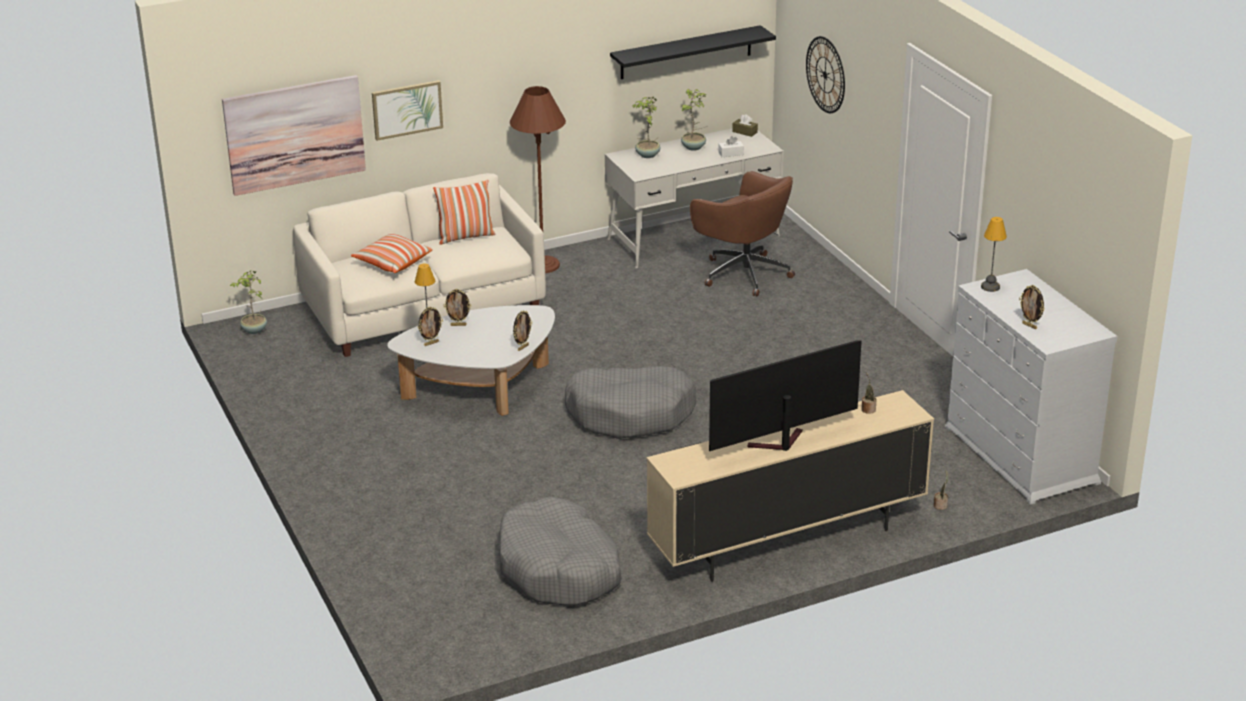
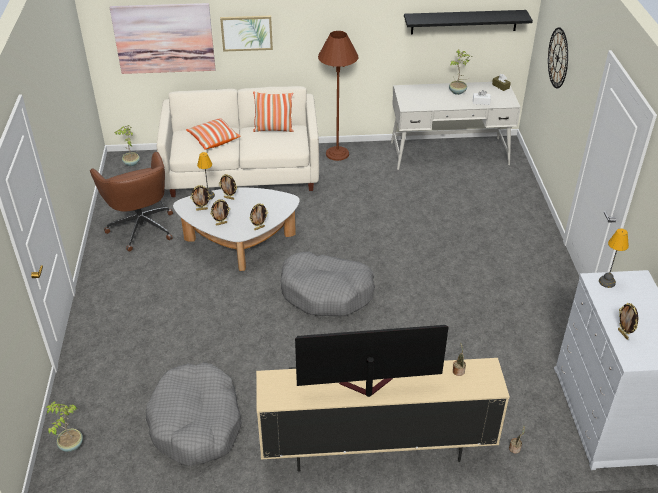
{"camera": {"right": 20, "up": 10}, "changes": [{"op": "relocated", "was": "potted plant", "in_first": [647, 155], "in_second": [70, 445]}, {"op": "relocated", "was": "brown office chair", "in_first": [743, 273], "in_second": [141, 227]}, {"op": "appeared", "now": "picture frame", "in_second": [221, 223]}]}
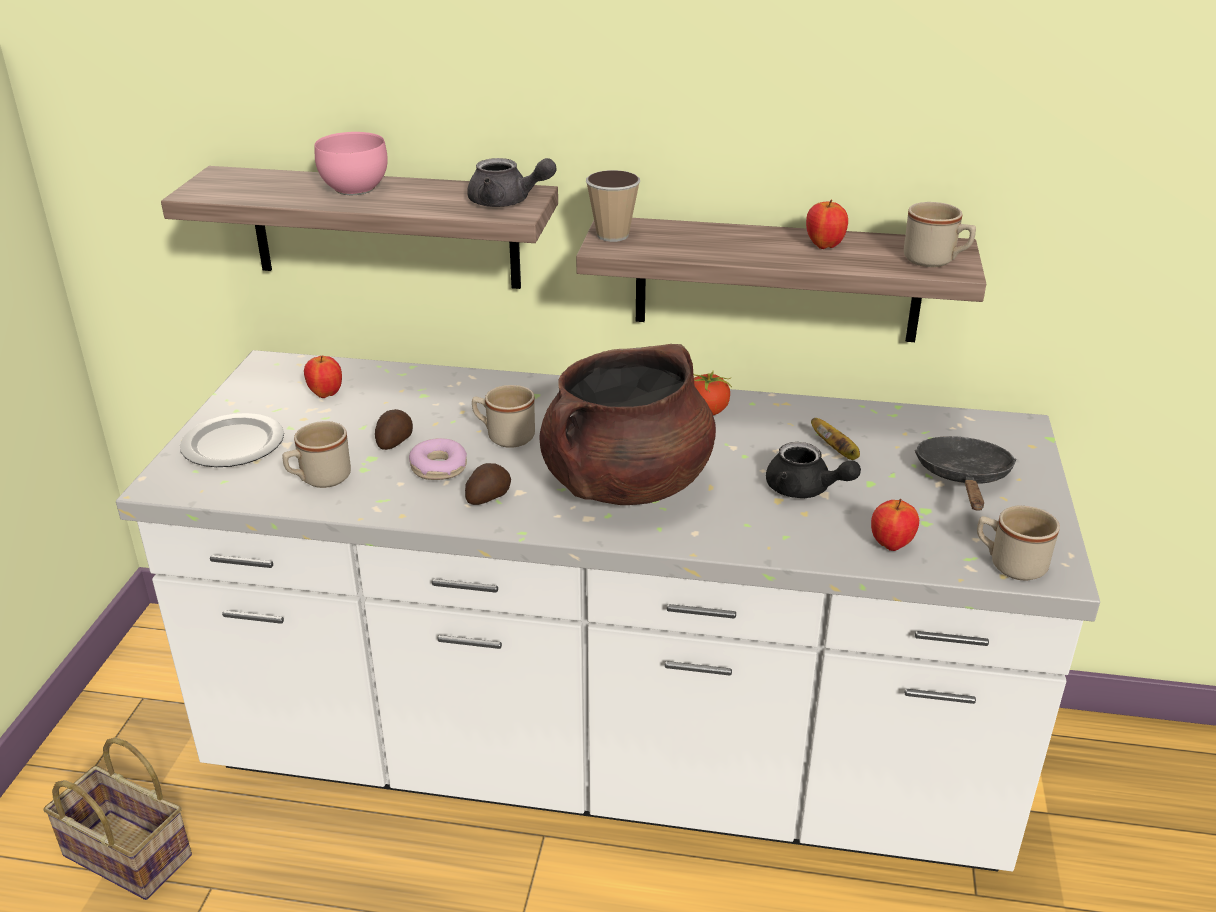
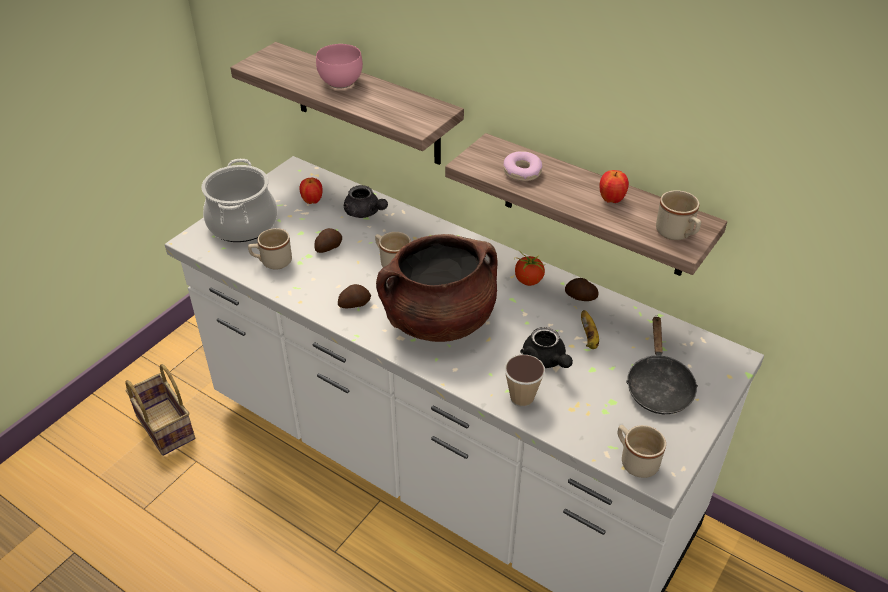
{"camera": {"right": 25, "up": 10}, "changes": [{"op": "exchanged", "was": "plate", "now": "cooking pot", "in_first": [235, 445], "in_second": [243, 224]}, {"op": "relocated", "was": "donut", "in_first": [438, 468], "in_second": [522, 172]}, {"op": "relocated", "was": "grey teapot", "in_first": [507, 202], "in_second": [365, 213]}, {"op": "relocated", "was": "cup", "in_first": [612, 235], "in_second": [522, 398]}, {"op": "missing", "was": "apple", "in_first": [891, 545]}, {"op": "spun", "was": "black frying pan", "in_first": [963, 478], "in_second": [658, 386], "clockwise": 150}, {"op": "appeared", "now": "potato", "in_second": [580, 297]}]}
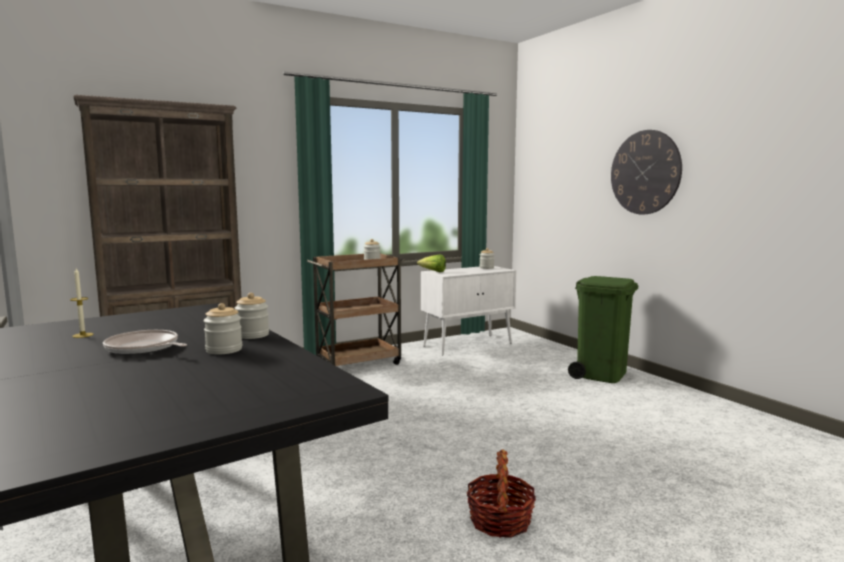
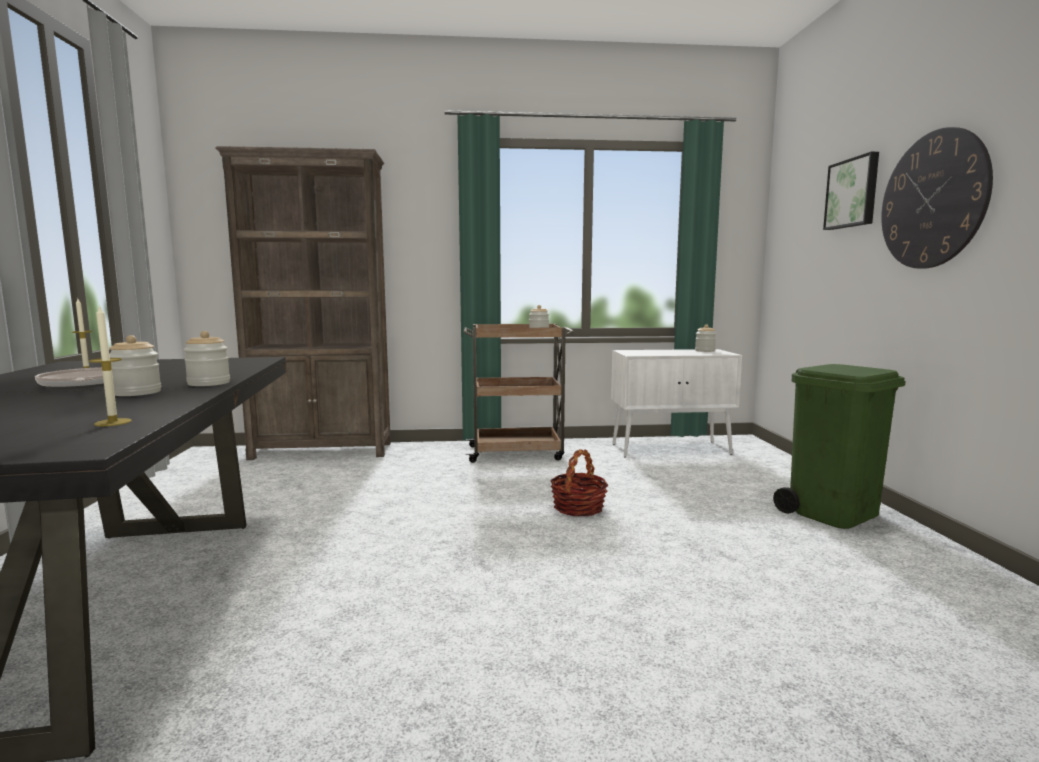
{"camera": {"right": 25, "up": 0}, "changes": [{"op": "missing", "was": "lettuce", "in_first": [433, 272]}, {"op": "relocated", "was": "basket", "in_first": [500, 521], "in_second": [578, 508]}, {"op": "appeared", "now": "candle", "in_second": [113, 422]}, {"op": "appeared", "now": "picture", "in_second": [853, 193]}]}
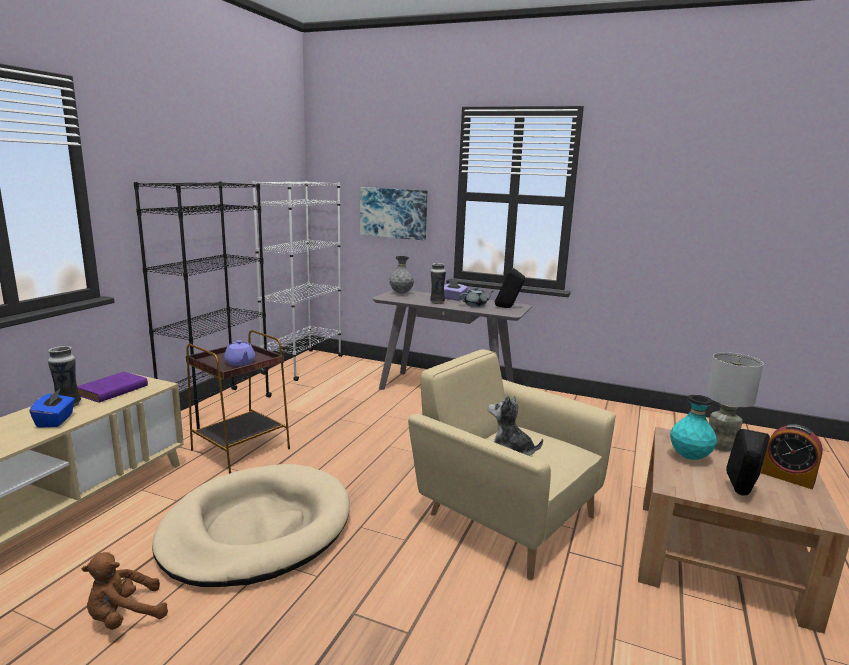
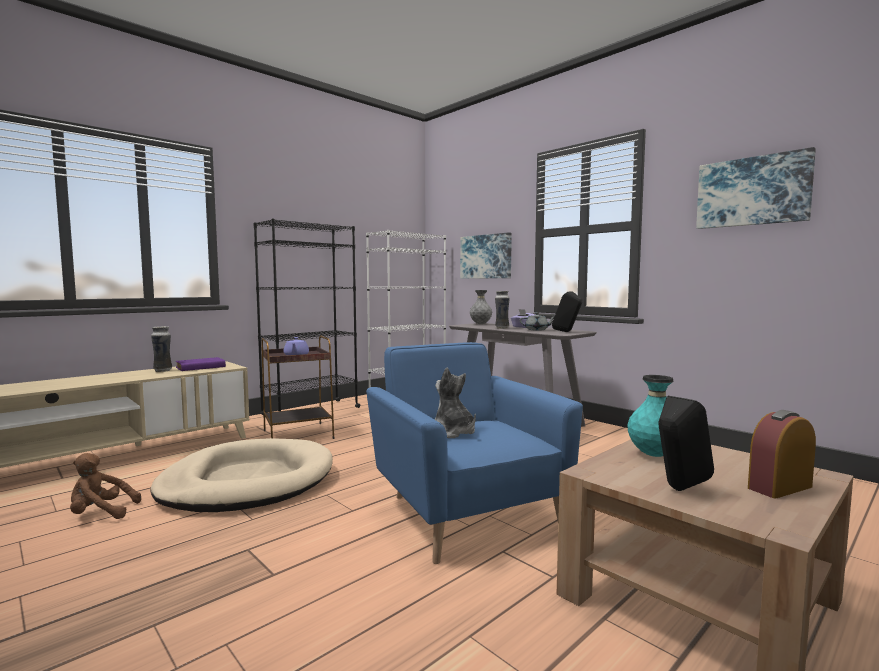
{"camera": {"right": 25, "up": -10}, "changes": [{"op": "missing", "was": "blue tissue box", "in_first": [55, 420]}, {"op": "colour", "was": "beige armchair", "now": "blue armchair", "in_first": [504, 516], "in_second": [466, 511]}, {"op": "missing", "was": "grey table lamp", "in_first": [720, 446]}, {"op": "spun", "was": "alarm clock", "in_first": [787, 477], "in_second": [780, 487], "clockwise": 90}, {"op": "appeared", "now": "picture", "in_second": [752, 191]}]}
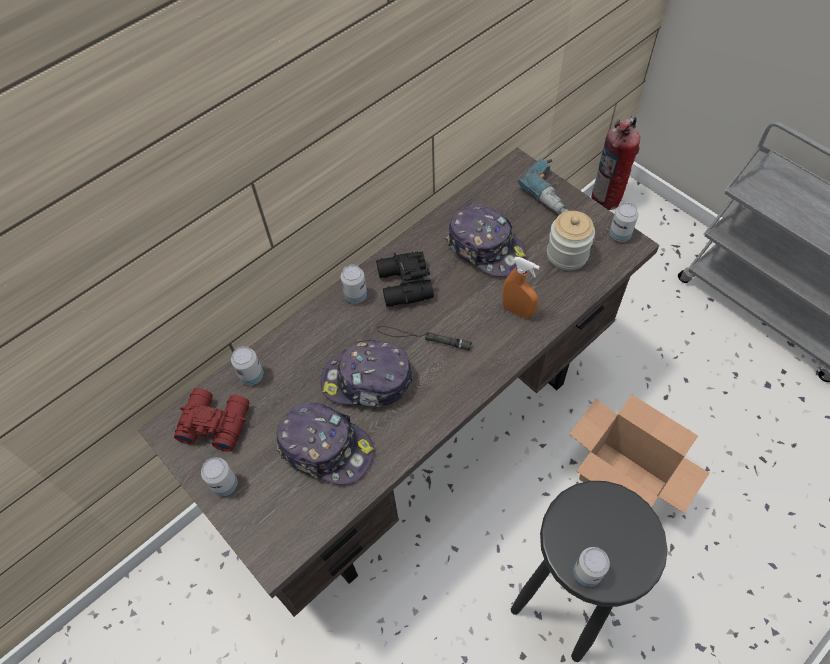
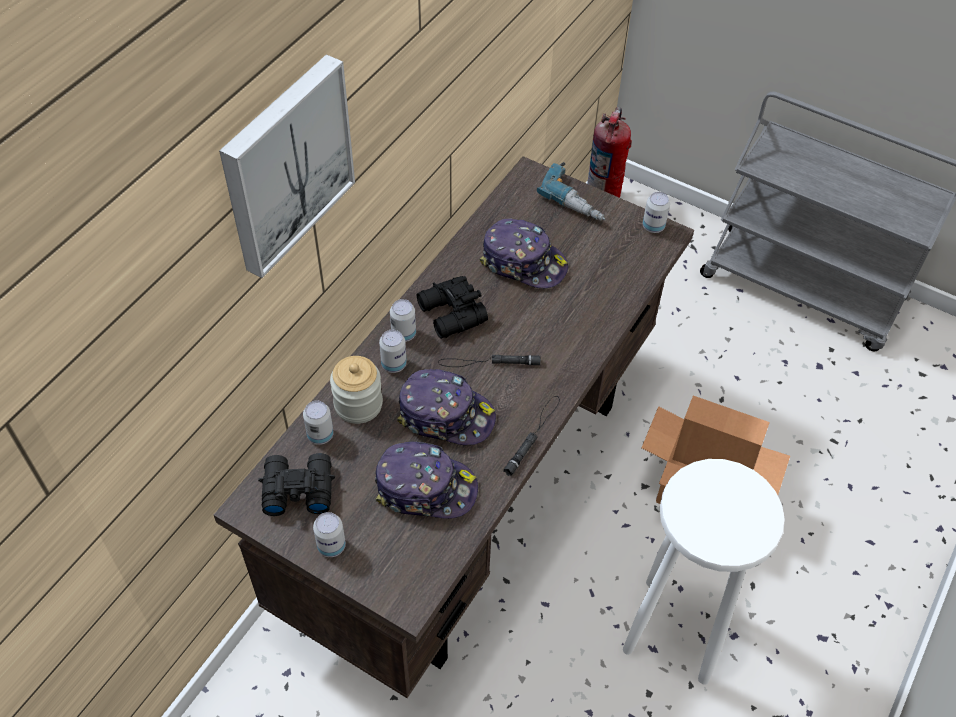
{"camera": {"right": -20, "up": -5}, "changes": [{"op": "colour", "was": "red binoculars", "now": "black binoculars", "in_first": [214, 422], "in_second": [296, 489]}, {"op": "spun", "was": "cap", "in_first": [367, 381], "in_second": [446, 415], "clockwise": -150}, {"op": "missing", "was": "orange spray bottle", "in_first": [517, 311]}, {"op": "colour", "was": "black stool", "now": "white stool", "in_first": [563, 604], "in_second": [675, 631]}, {"op": "relocated", "was": "jar", "in_first": [567, 254], "in_second": [358, 404]}, {"op": "relocated", "was": "can", "in_first": [587, 573], "in_second": [394, 364]}, {"op": "appeared", "now": "picture", "in_second": [285, 164]}, {"op": "appeared", "now": "black flashlight", "in_second": [533, 435]}]}
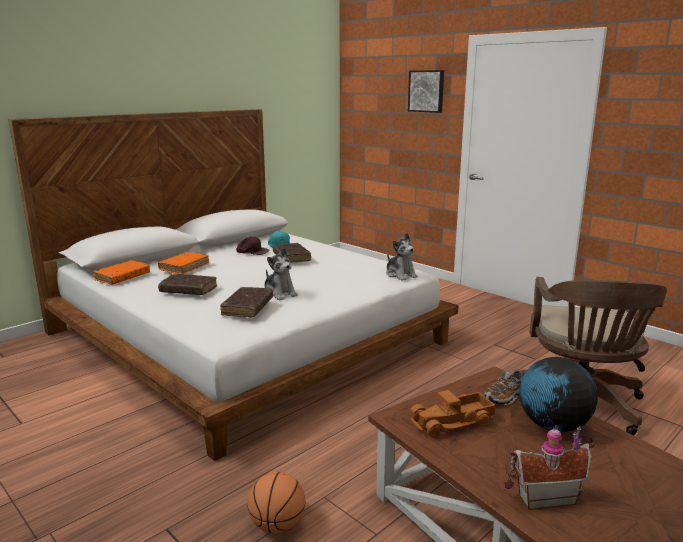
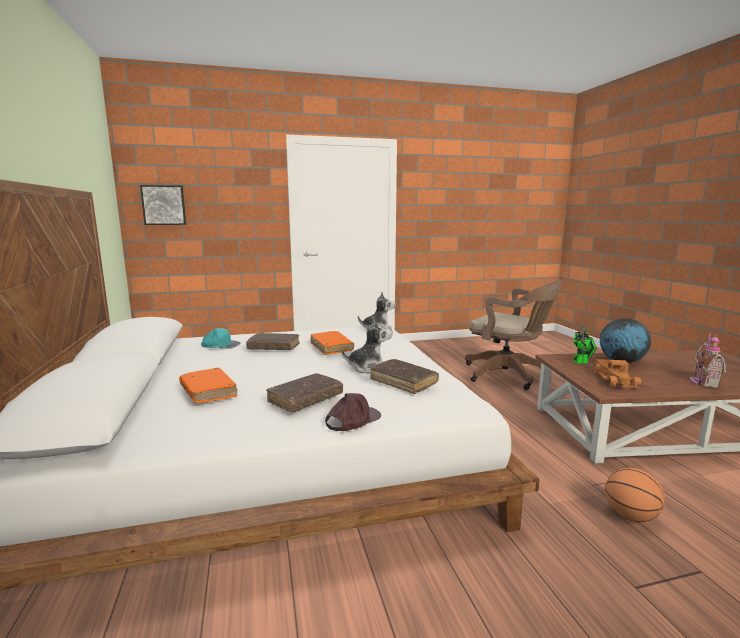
{"camera": {"right": -60, "up": -5}, "changes": [{"op": "relocated", "was": "orange book", "in_first": [122, 277], "in_second": [331, 347]}, {"op": "relocated", "was": "brown cap", "in_first": [252, 251], "in_second": [352, 419]}, {"op": "relocated", "was": "picture", "in_first": [426, 91], "in_second": [164, 205]}, {"op": "exchanged", "was": "shoe", "now": "toy robot", "in_first": [504, 397], "in_second": [582, 362]}]}
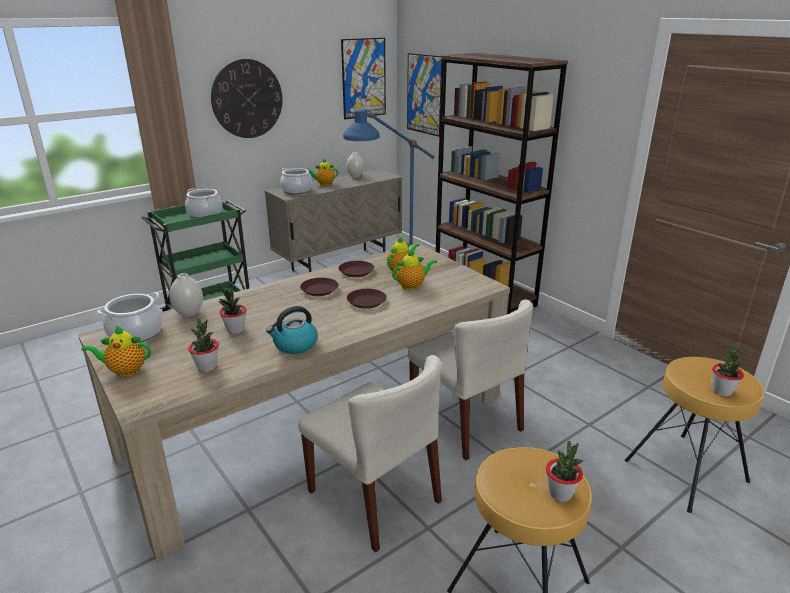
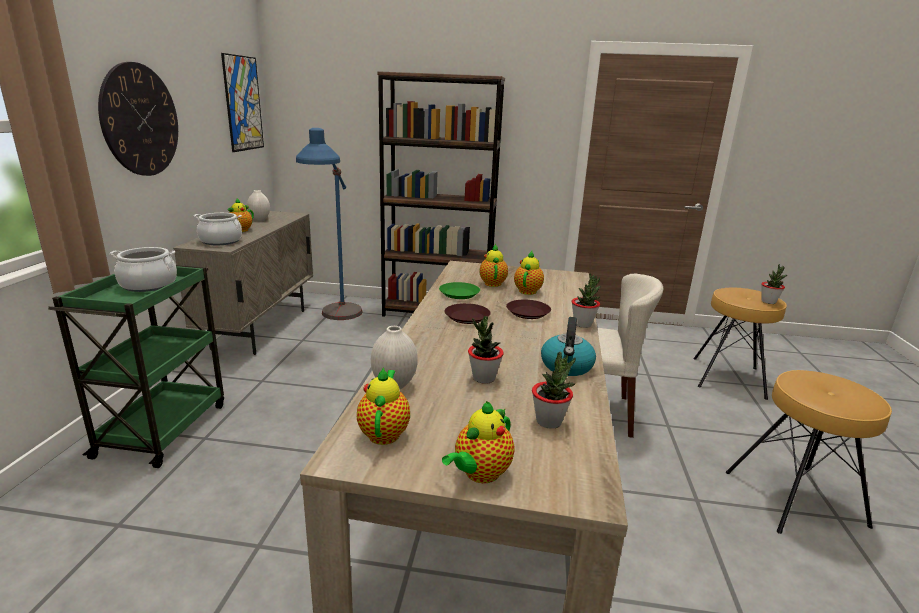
{"camera": {"right": -45, "up": -5}, "changes": [{"op": "exchanged", "was": "cooking pot", "now": "teapot", "in_first": [136, 333], "in_second": [384, 432]}, {"op": "missing", "was": "beige chair", "in_first": [375, 496]}, {"op": "colour", "was": "brown plate", "now": "green plate", "in_first": [356, 272], "in_second": [458, 294]}, {"op": "missing", "was": "picture", "in_first": [424, 94]}, {"op": "relocated", "was": "potted plant", "in_first": [560, 493], "in_second": [583, 324]}]}
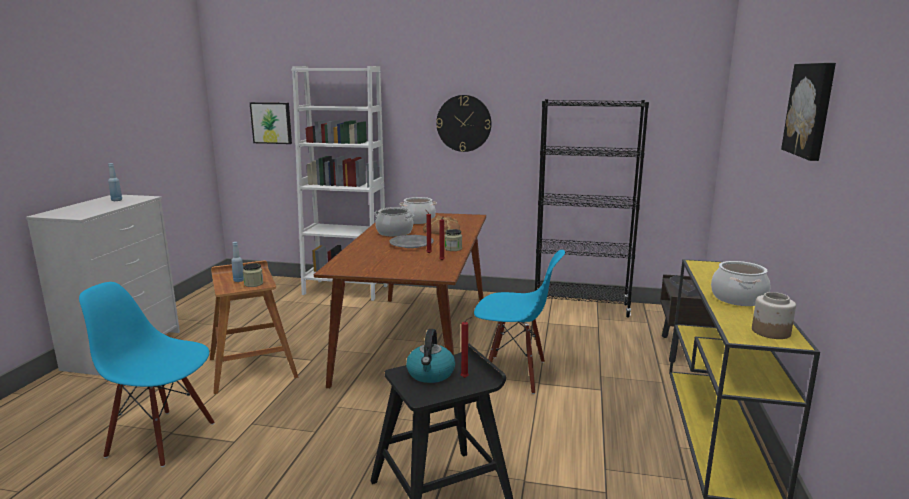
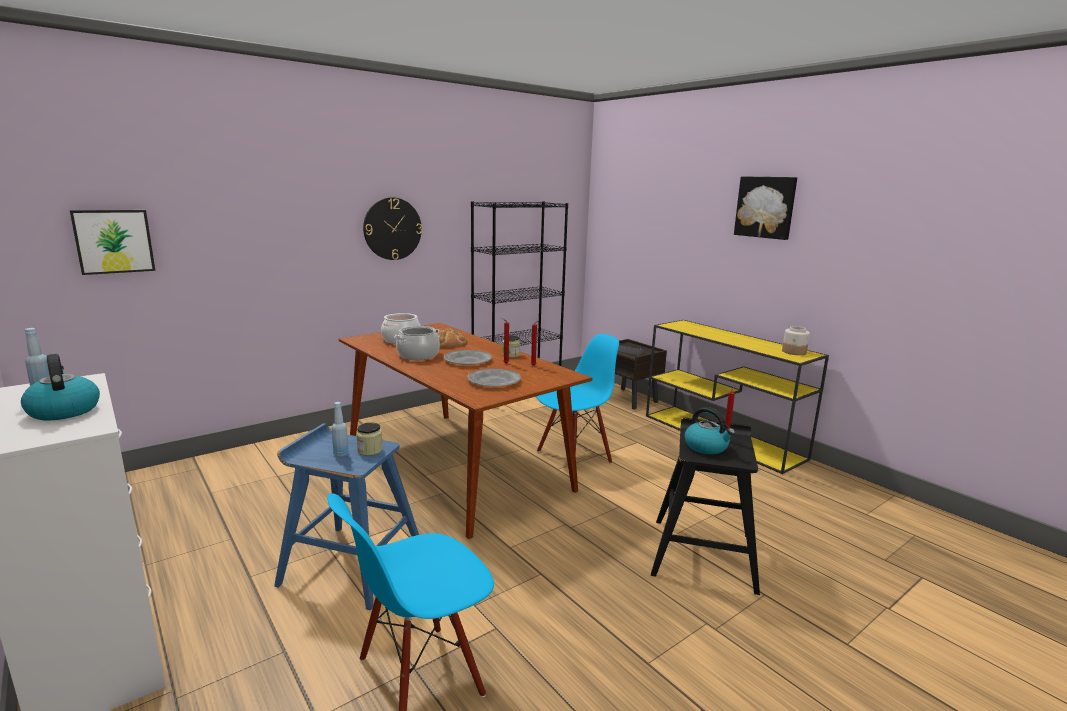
{"camera": {"right": -50, "up": 0}, "changes": [{"op": "colour", "was": "brown stool", "now": "blue stool", "in_first": [252, 367], "in_second": [351, 564]}, {"op": "missing", "was": "white bookcase", "in_first": [345, 290]}, {"op": "missing", "was": "cooking pot", "in_first": [738, 298]}, {"op": "appeared", "now": "kettle", "in_second": [63, 410]}, {"op": "appeared", "now": "grey plate", "in_second": [493, 381]}]}
